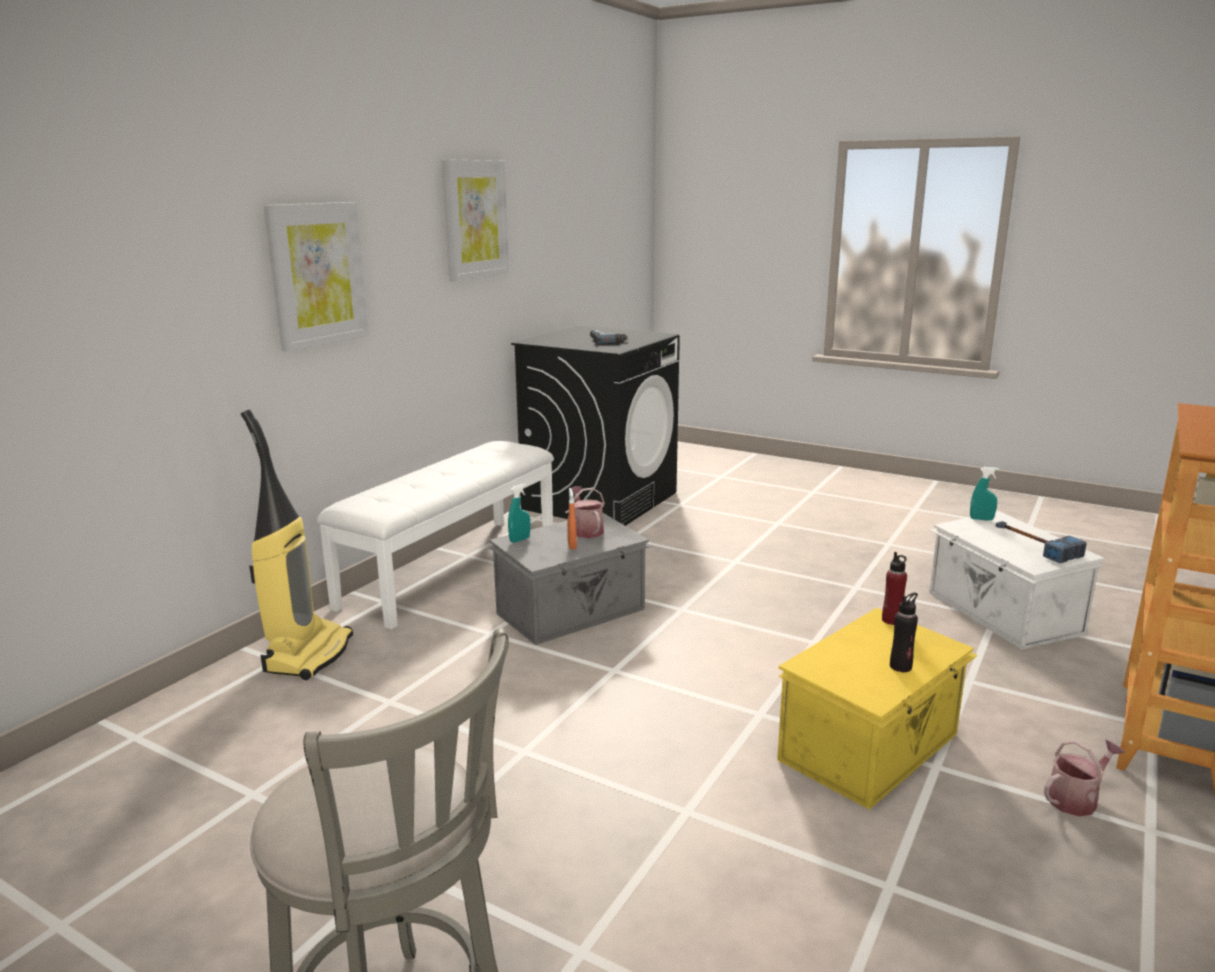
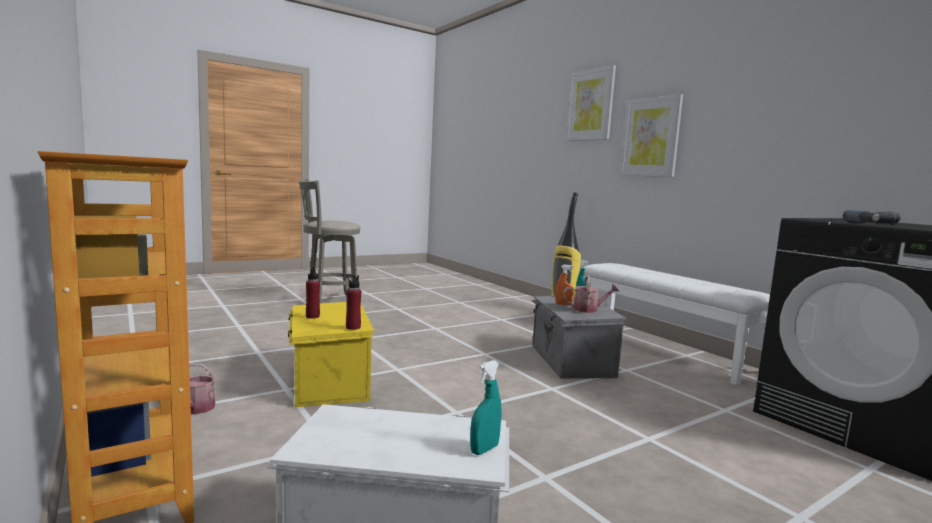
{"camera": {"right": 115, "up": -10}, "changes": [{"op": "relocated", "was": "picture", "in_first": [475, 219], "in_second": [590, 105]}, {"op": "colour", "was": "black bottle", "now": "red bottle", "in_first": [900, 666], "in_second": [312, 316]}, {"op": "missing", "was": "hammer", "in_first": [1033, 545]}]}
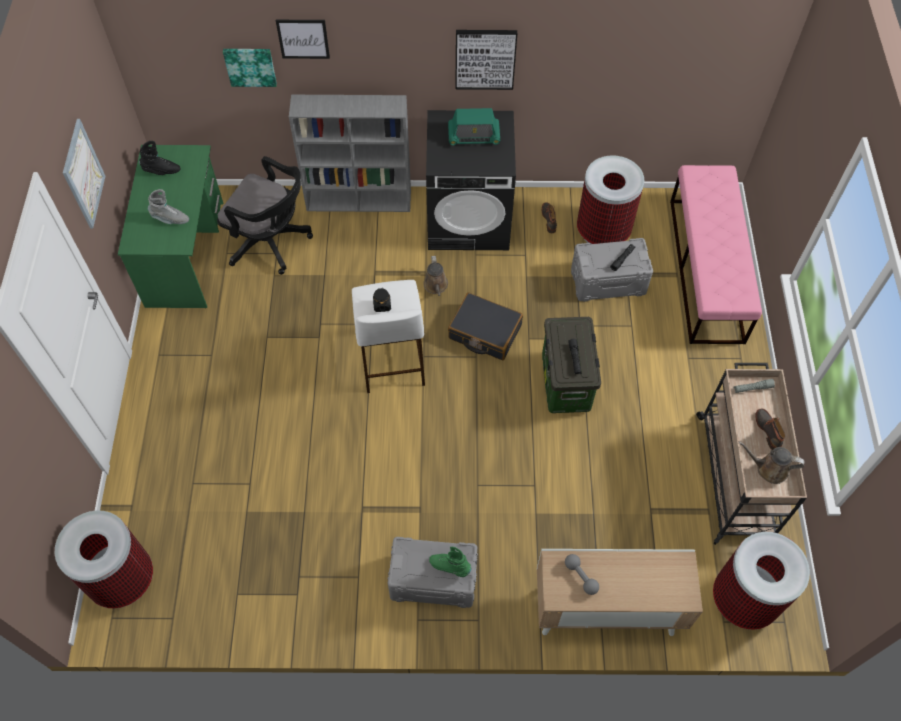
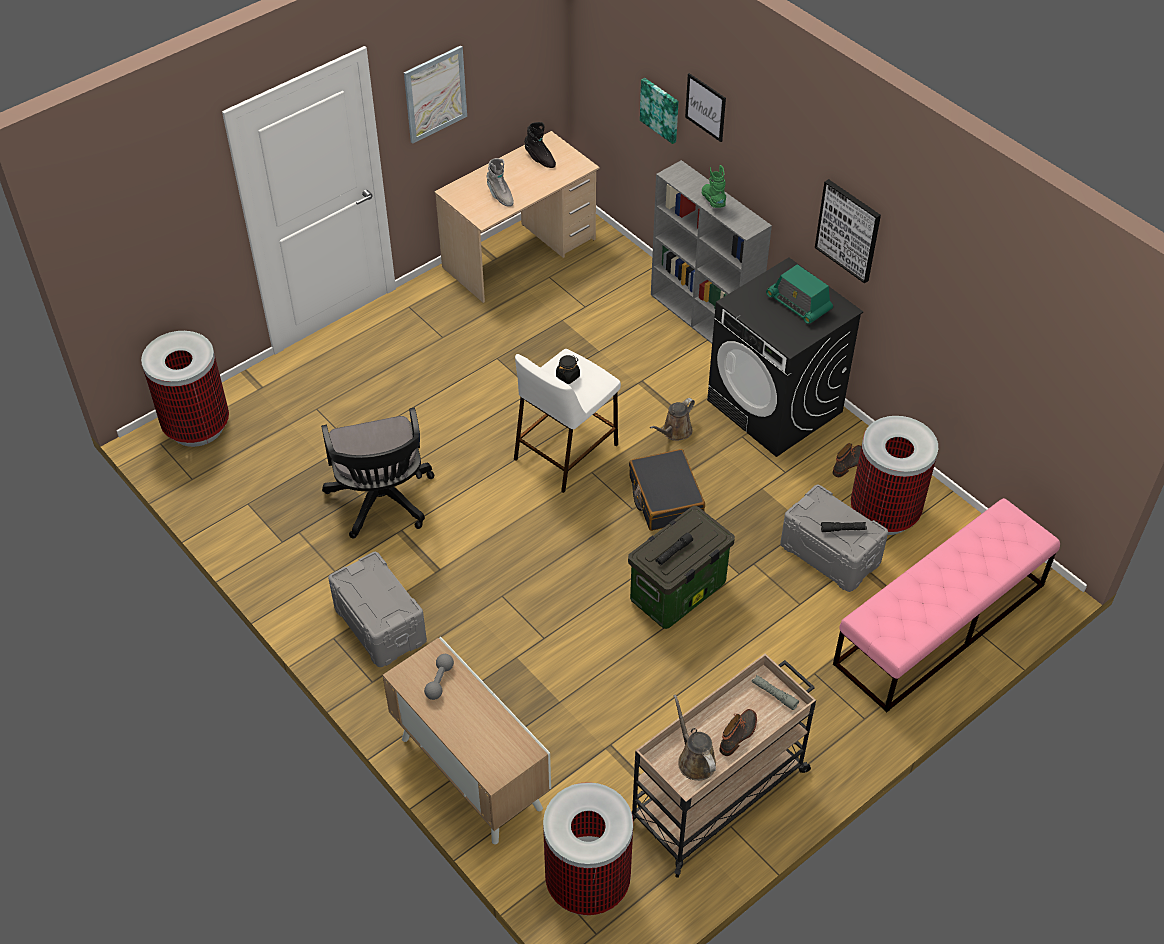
{"camera": {"right": 50, "up": -10}, "changes": [{"op": "colour", "was": "green desk", "now": "beige desk", "in_first": [185, 253], "in_second": [519, 254]}, {"op": "relocated", "was": "black office chair", "in_first": [271, 243], "in_second": [382, 503]}, {"op": "relocated", "was": "green boot", "in_first": [450, 566], "in_second": [713, 201]}]}
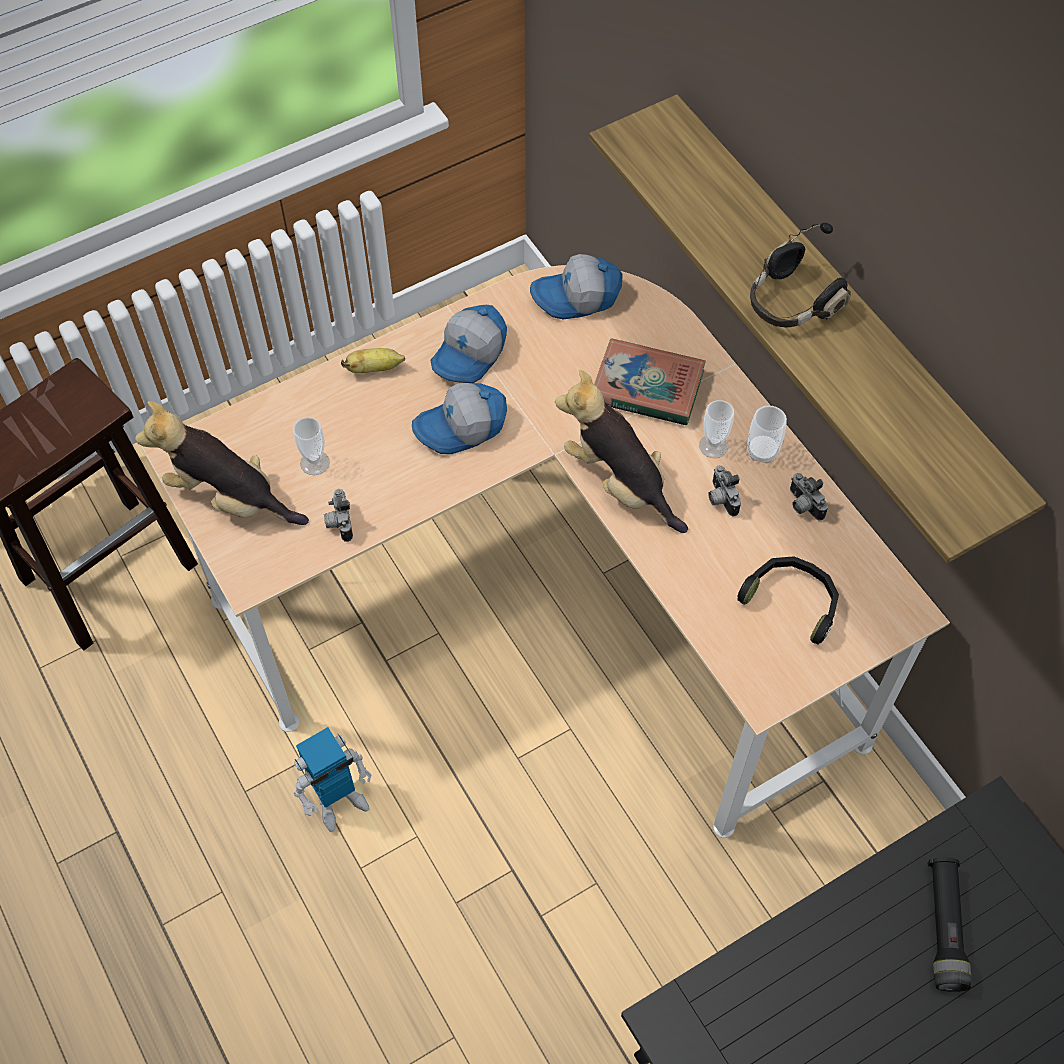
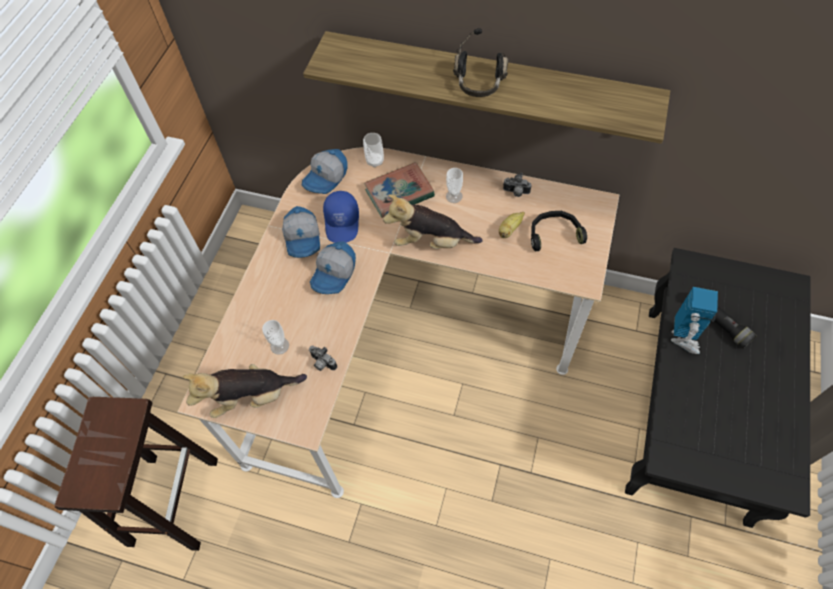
{"camera": {"right": -40, "up": 0}, "changes": [{"op": "relocated", "was": "toy robot", "in_first": [338, 800], "in_second": [683, 338]}, {"op": "relocated", "was": "banana", "in_first": [374, 368], "in_second": [510, 229]}, {"op": "missing", "was": "photo camera", "in_first": [720, 499]}, {"op": "relocated", "was": "cup", "in_first": [762, 451], "in_second": [375, 161]}, {"op": "appeared", "now": "blue cap", "in_second": [342, 223]}]}
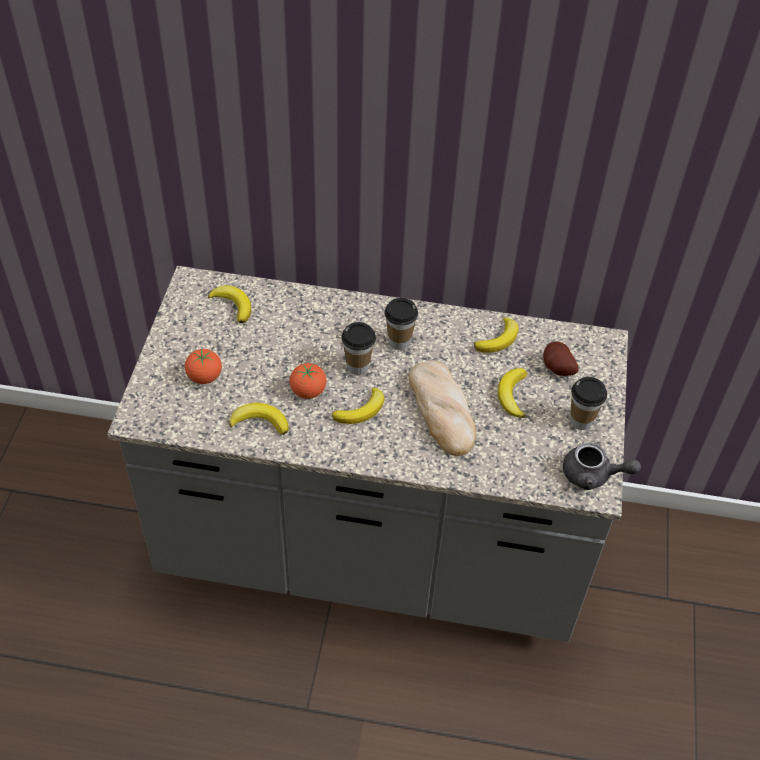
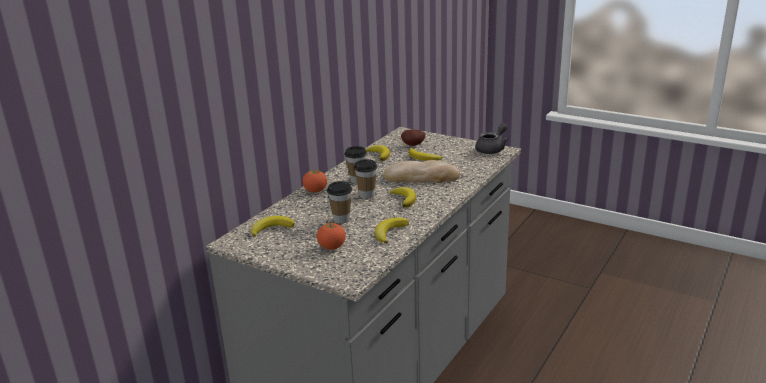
{"camera": {"right": -65, "up": -25}, "changes": [{"op": "relocated", "was": "tomato", "in_first": [308, 391], "in_second": [315, 191]}, {"op": "relocated", "was": "cup", "in_first": [581, 421], "in_second": [341, 219]}]}
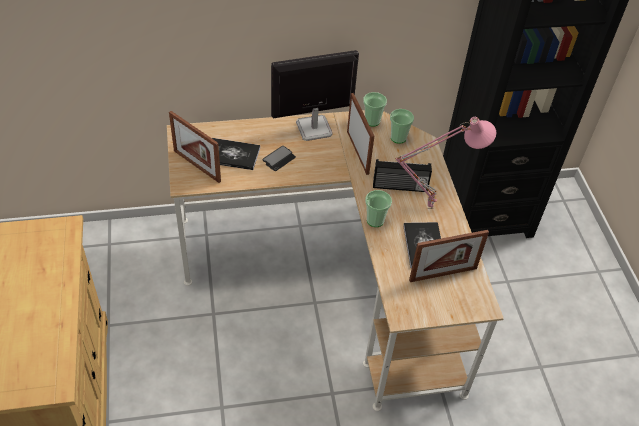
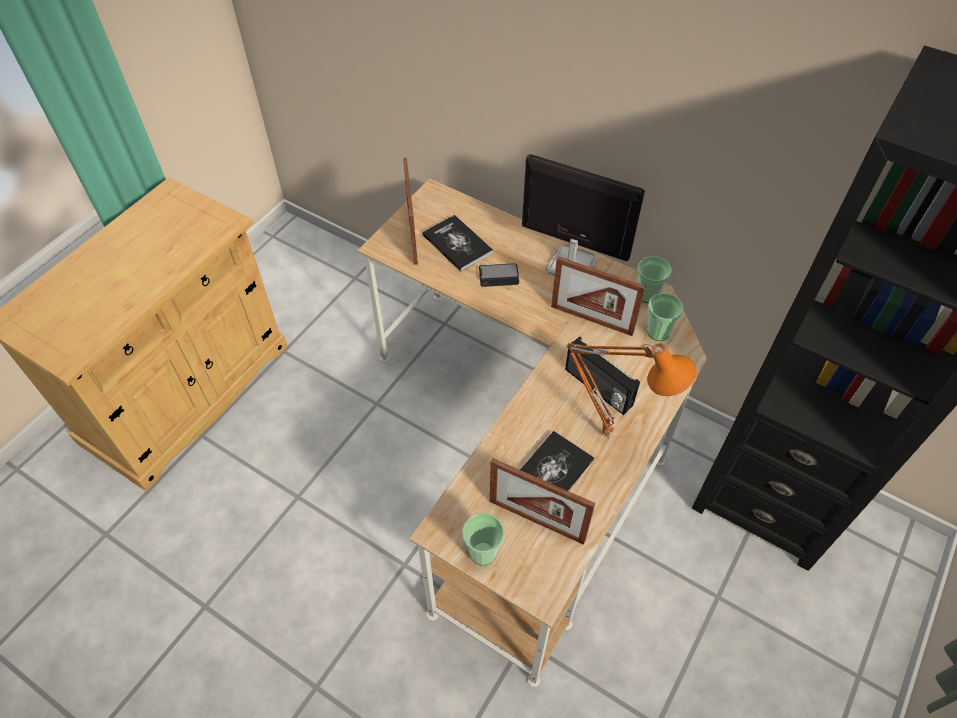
{"camera": {"right": 45, "up": 5}, "changes": [{"op": "spun", "was": "picture frame", "in_first": [357, 152], "in_second": [591, 320], "clockwise": 90}, {"op": "relocated", "was": "cup", "in_first": [375, 220], "in_second": [482, 552]}, {"op": "colour", "was": "pink table lamp", "now": "orange table lamp", "in_first": [430, 206], "in_second": [608, 434]}]}
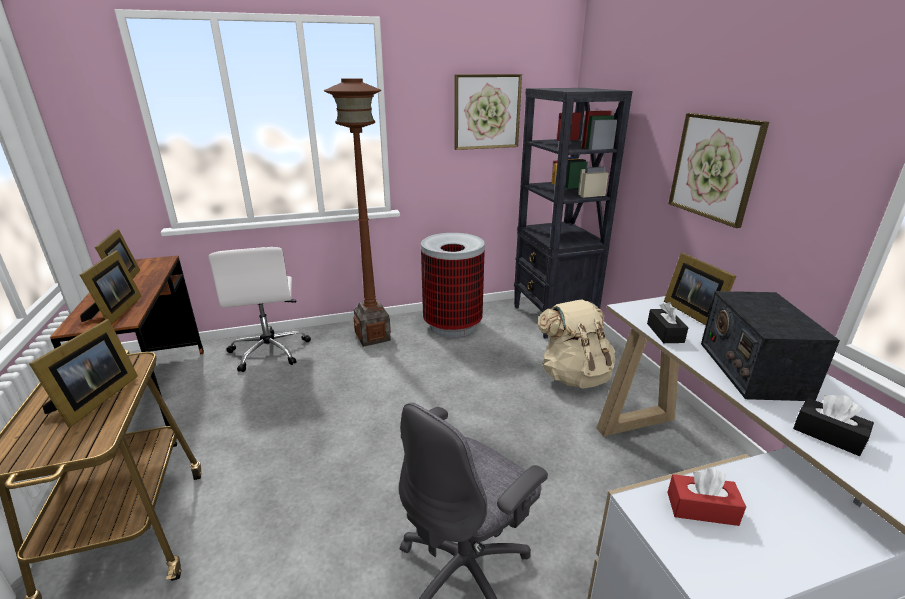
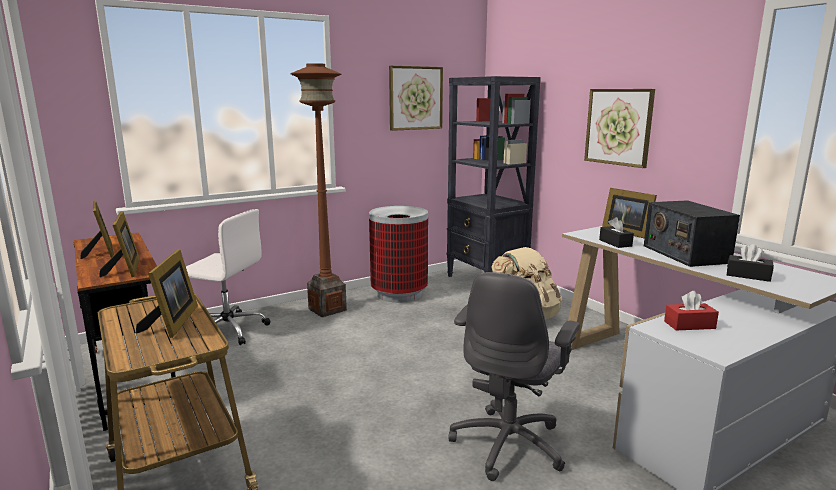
{"camera": {"right": -15, "up": -10}, "changes": [{"op": "spun", "was": "white office chair", "in_first": [270, 351], "in_second": [227, 330], "clockwise": -45}]}
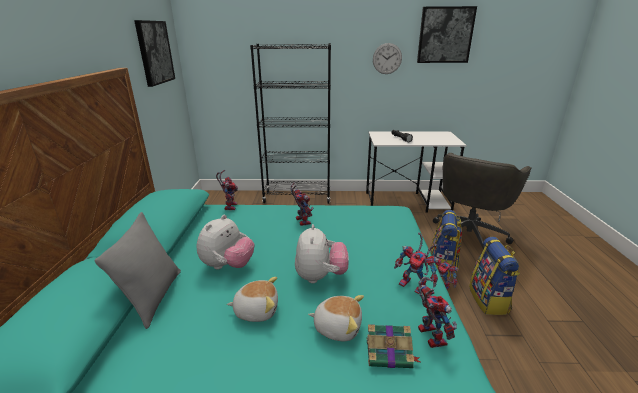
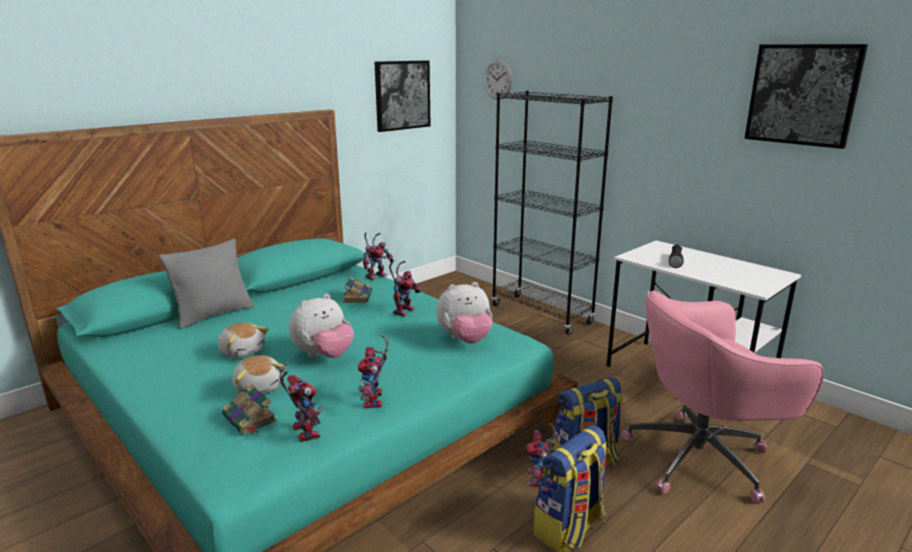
{"camera": {"right": 45, "up": -5}, "changes": [{"op": "relocated", "was": "plush toy", "in_first": [228, 265], "in_second": [465, 340]}, {"op": "relocated", "was": "wall clock", "in_first": [387, 58], "in_second": [498, 79]}, {"op": "spun", "was": "toy robot", "in_first": [428, 334], "in_second": [302, 431], "clockwise": -60}, {"op": "colour", "was": "grey office chair", "now": "pink office chair", "in_first": [468, 235], "in_second": [701, 457]}, {"op": "appeared", "now": "book", "in_second": [357, 296]}]}
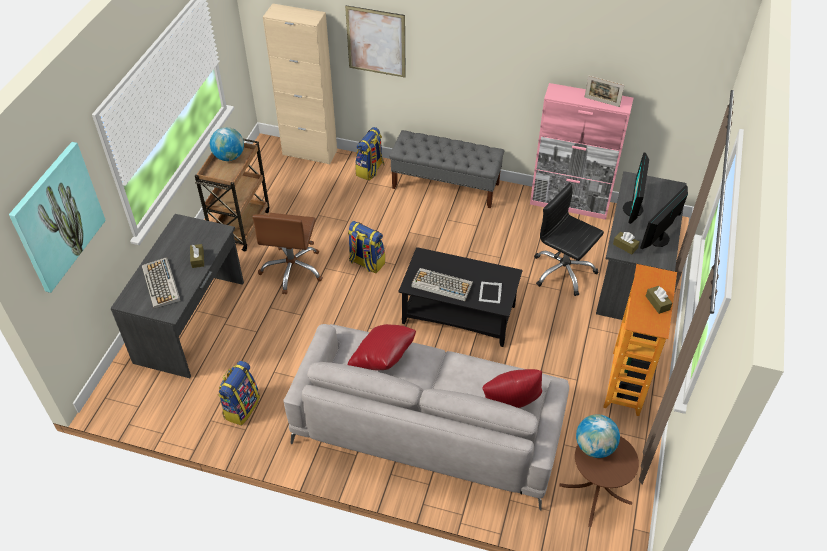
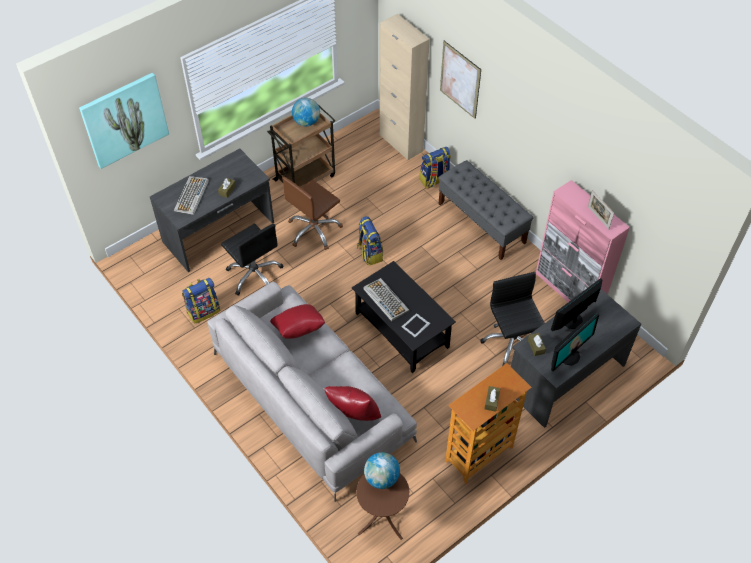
{"camera": {"right": 35, "up": 5}, "changes": [{"op": "spun", "was": "monitor", "in_first": [659, 239], "in_second": [569, 356], "clockwise": 150}, {"op": "appeared", "now": "black office chair", "in_second": [255, 275]}]}
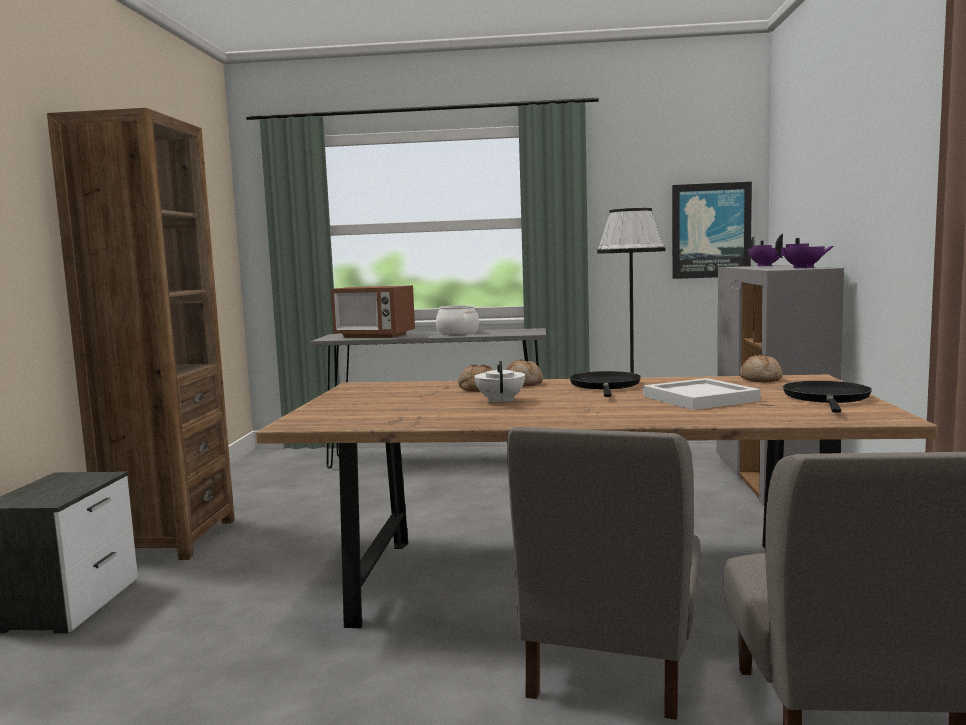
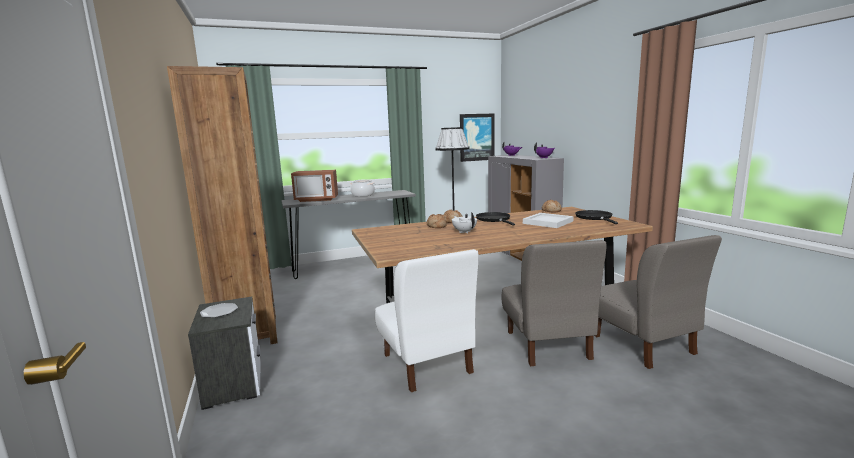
{"camera": {"right": -25, "up": 5}, "changes": [{"op": "appeared", "now": "plate", "in_second": [219, 312]}, {"op": "appeared", "now": "white chair", "in_second": [426, 364]}]}
